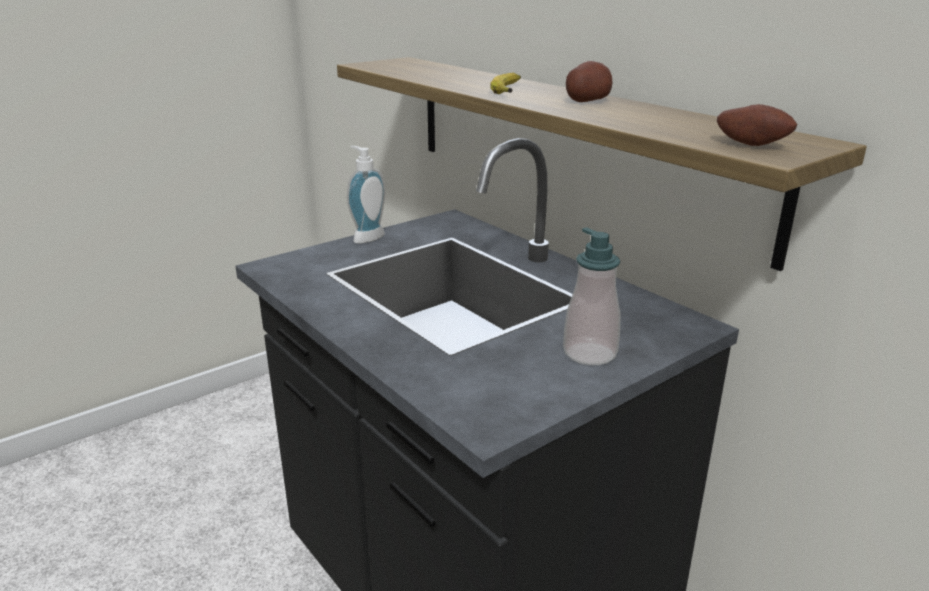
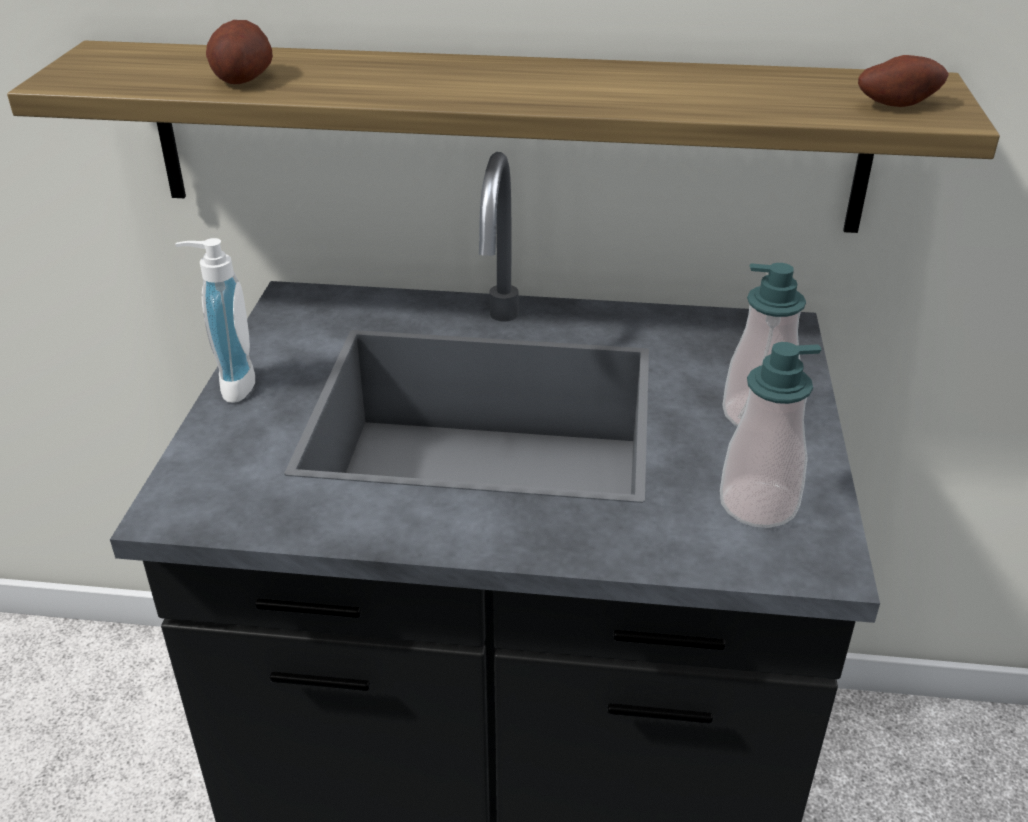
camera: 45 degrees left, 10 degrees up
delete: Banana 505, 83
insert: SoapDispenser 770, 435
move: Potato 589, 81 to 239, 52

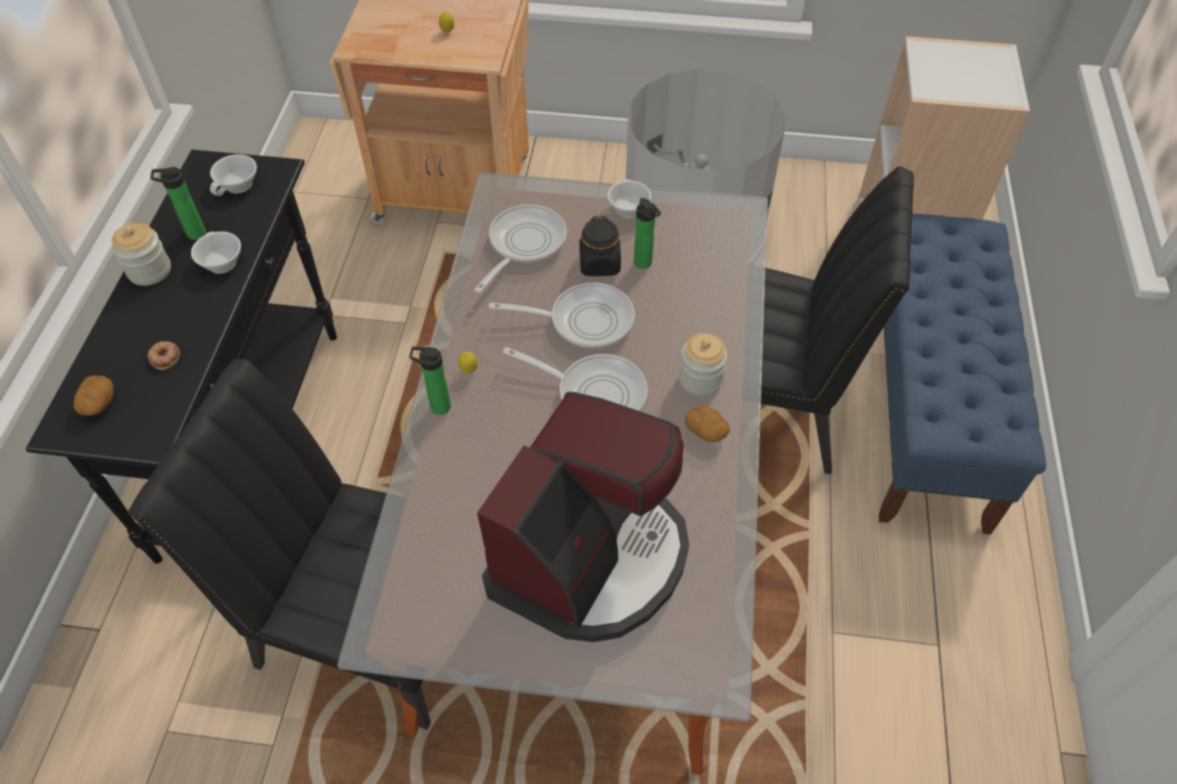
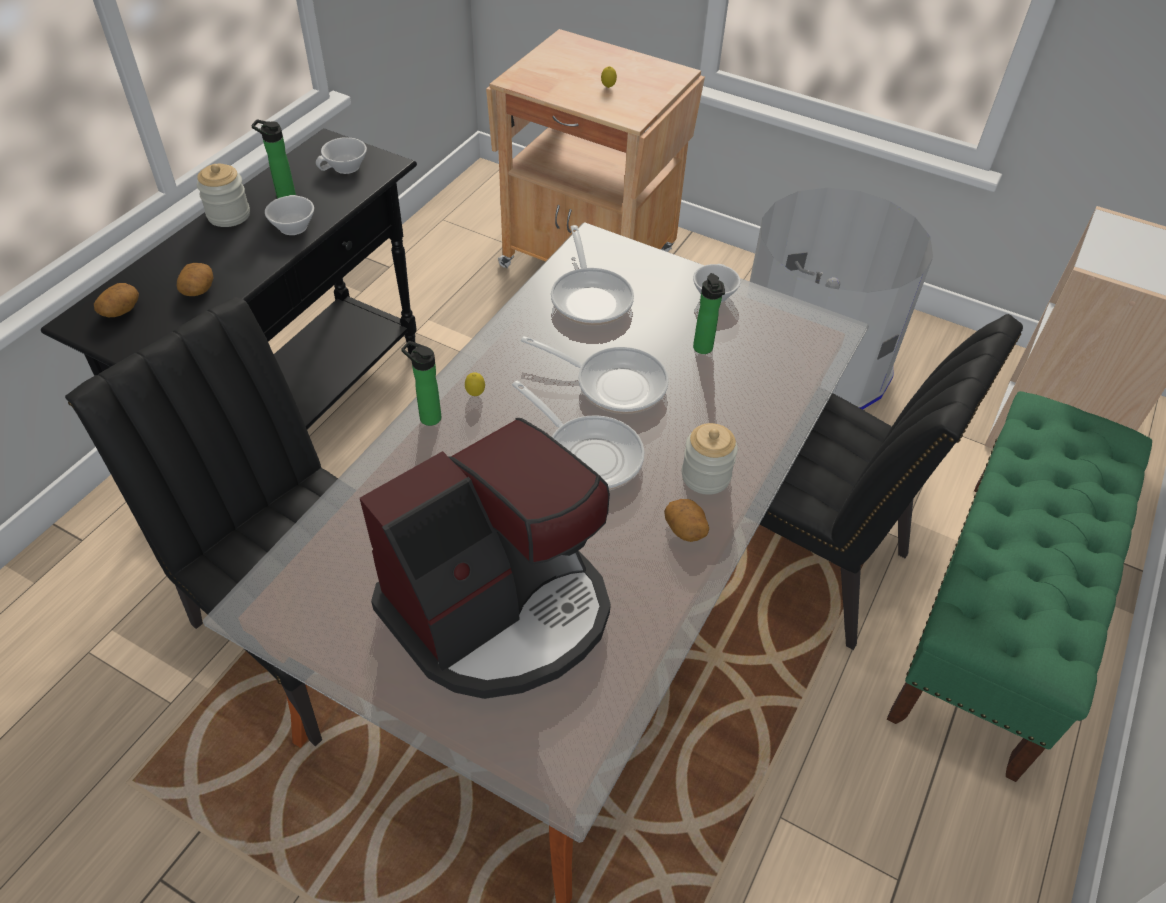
camera: 20 degrees right, 5 degrees down
delete: BlackJar 600, 246
replace: Donut 163, 355 to Potato 195, 279
recolor: BlueBench 962, 374 to GreenBench 1019, 586
rotate: FryingPan 520, 248 = 592, 275 120 degrees clockwise

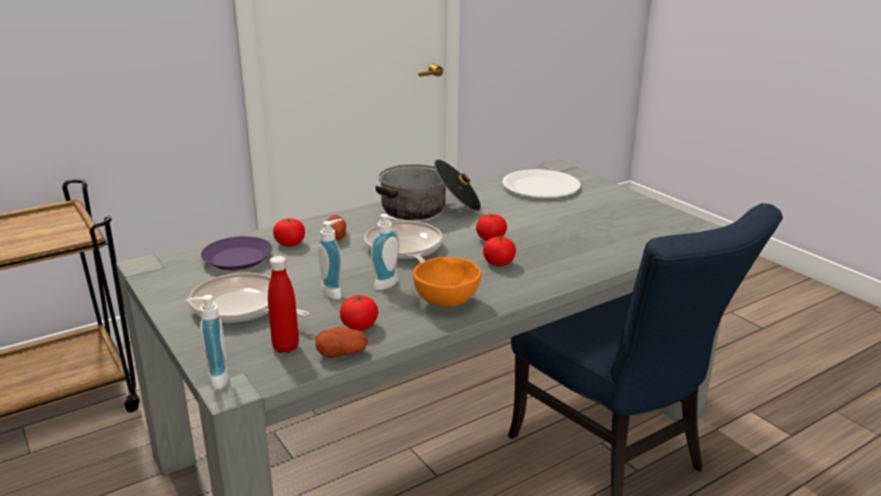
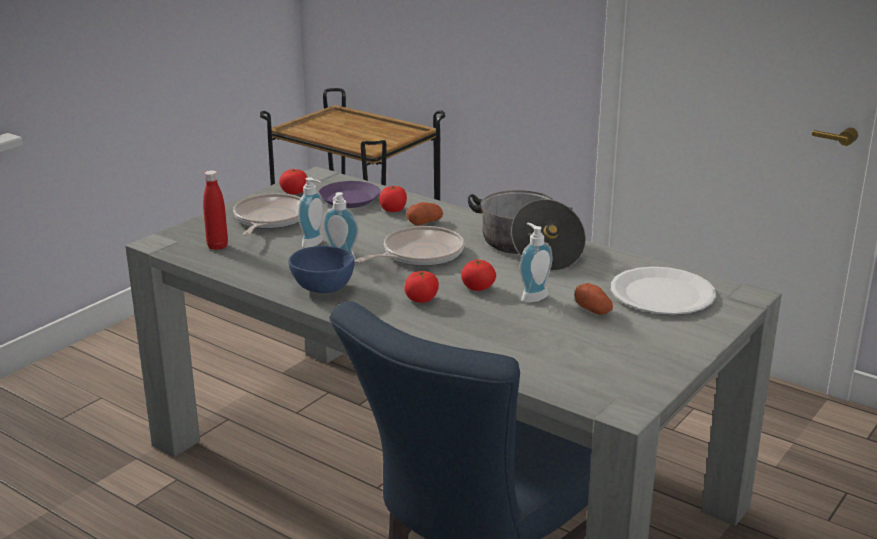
camera: 70 degrees right, 0 degrees up
move: Tomato 359, 312 to 293, 182; SoapDispenser 207, 342 to 536, 263; Potato 341, 342 to 594, 299
recolor: OrangeBowl 447, 282 to BlueBowl 322, 269

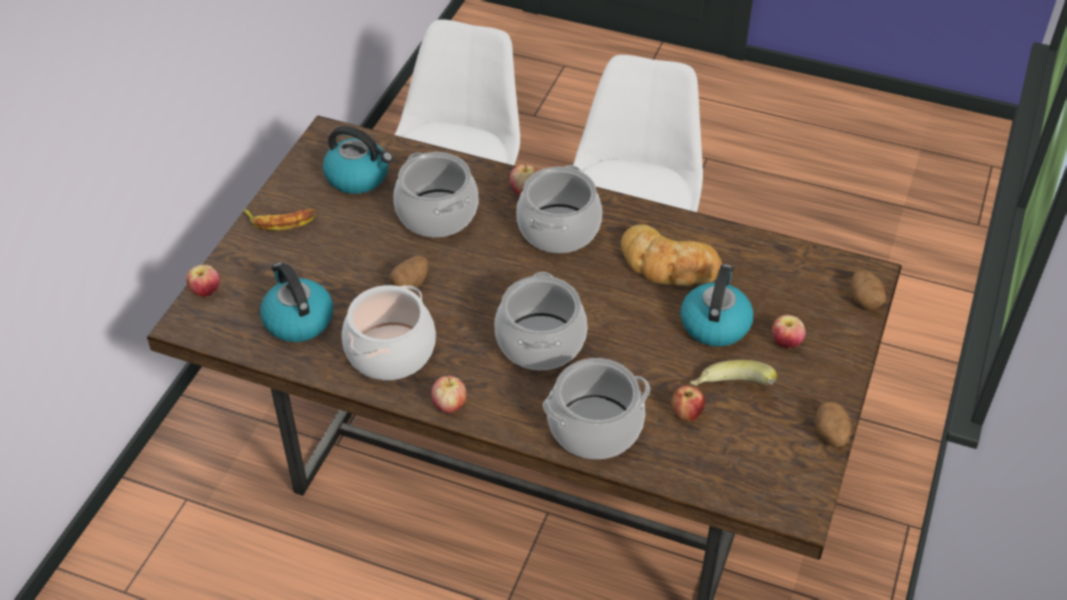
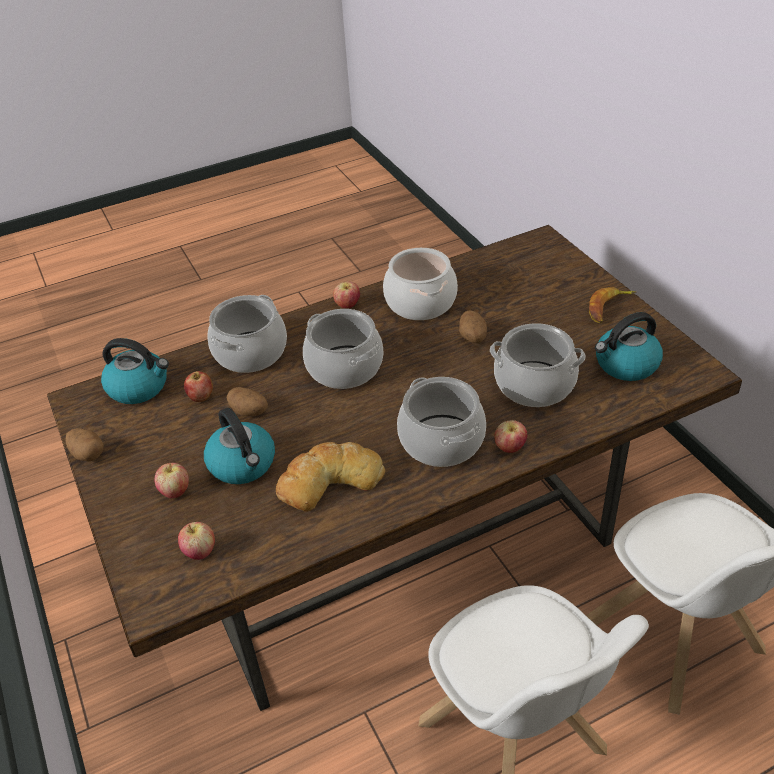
camera: 135 degrees right, 5 degrees down
delete: Banana 734, 373
move: Kettle 296, 302 to 135, 371; Apple 203, 281 to 196, 541; Potato 868, 289 to 247, 401

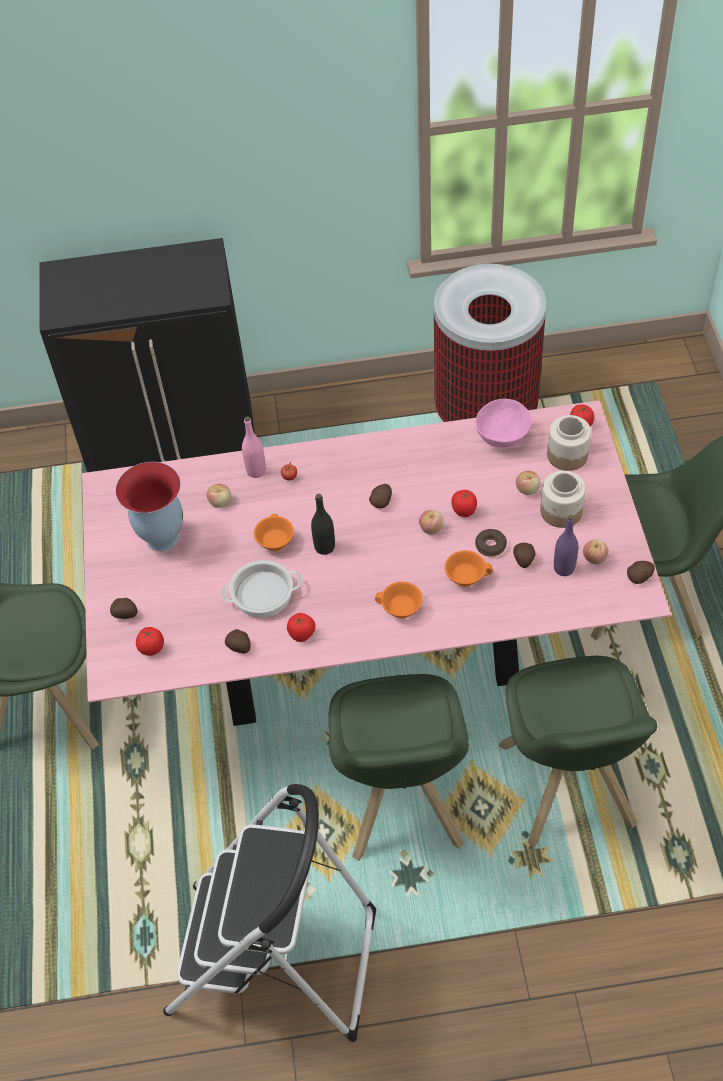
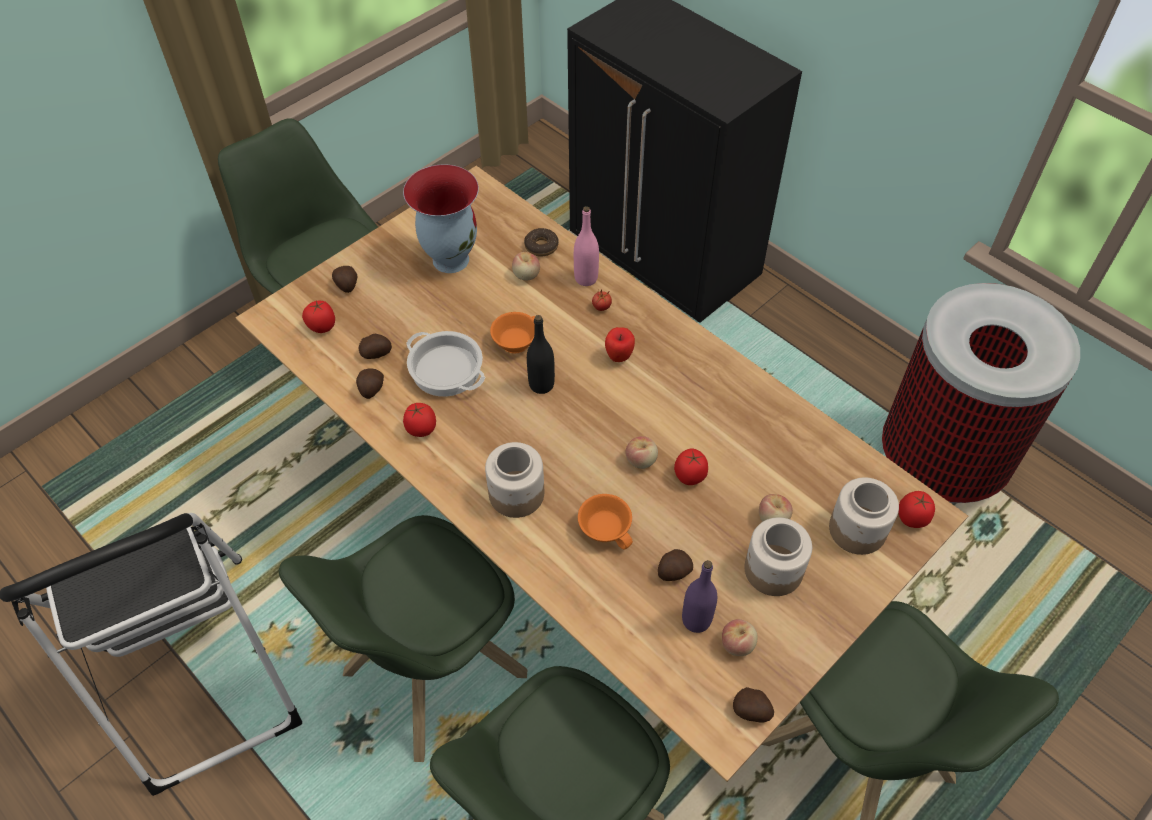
camera: 50 degrees right, 0 degrees up
delete: PinkBowl 504, 423
insert: Apple 620, 344
move: Potato 380, 496 to 375, 346; Donut 491, 543 to 541, 242
replace: OrangeCup 399, 600 to Jar 514, 480
recolor: PinkDiningTable 376, 563 to BrownDiningTable 602, 474

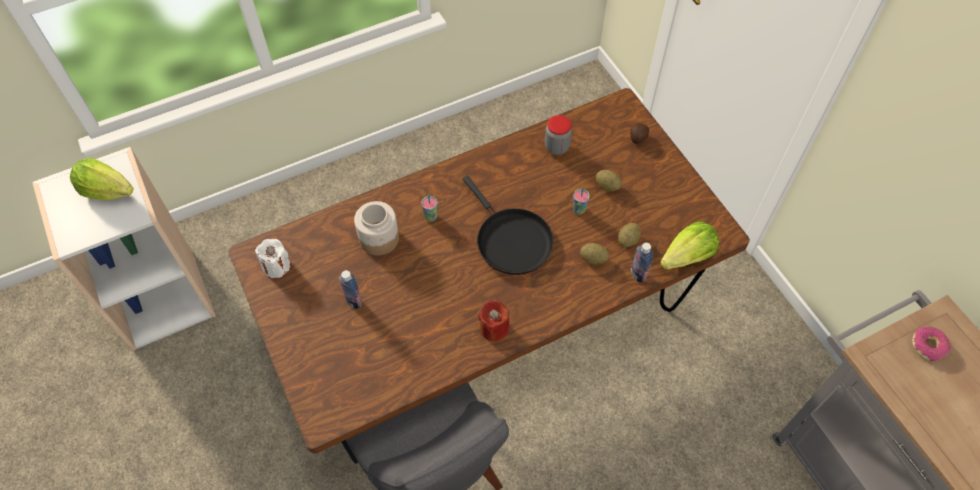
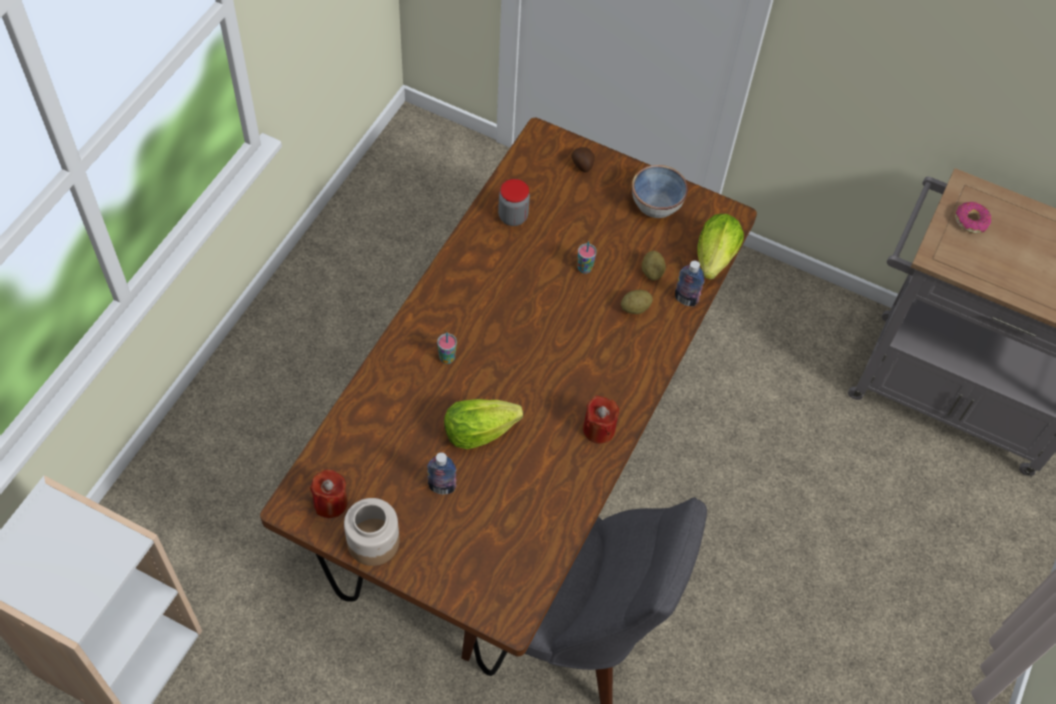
camera: 40 degrees left, 0 degrees up
delete: BlackFryingPan 508, 225; Potato 609, 180
insert: Bowl 660, 191
move: Jar 376, 228 to 372, 532; Lettuce 101, 179 to 483, 424
recolor: WhiteCandle 272, 258 to RedCandle 329, 493

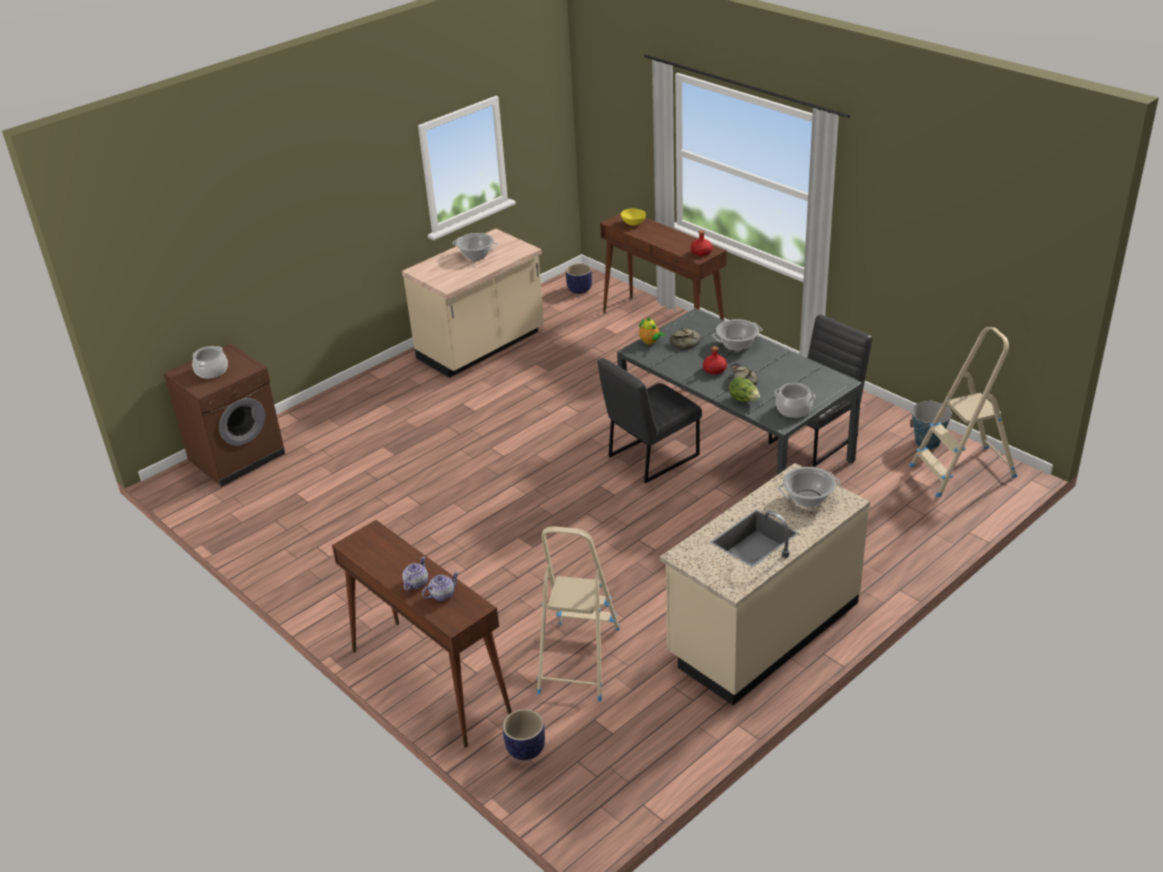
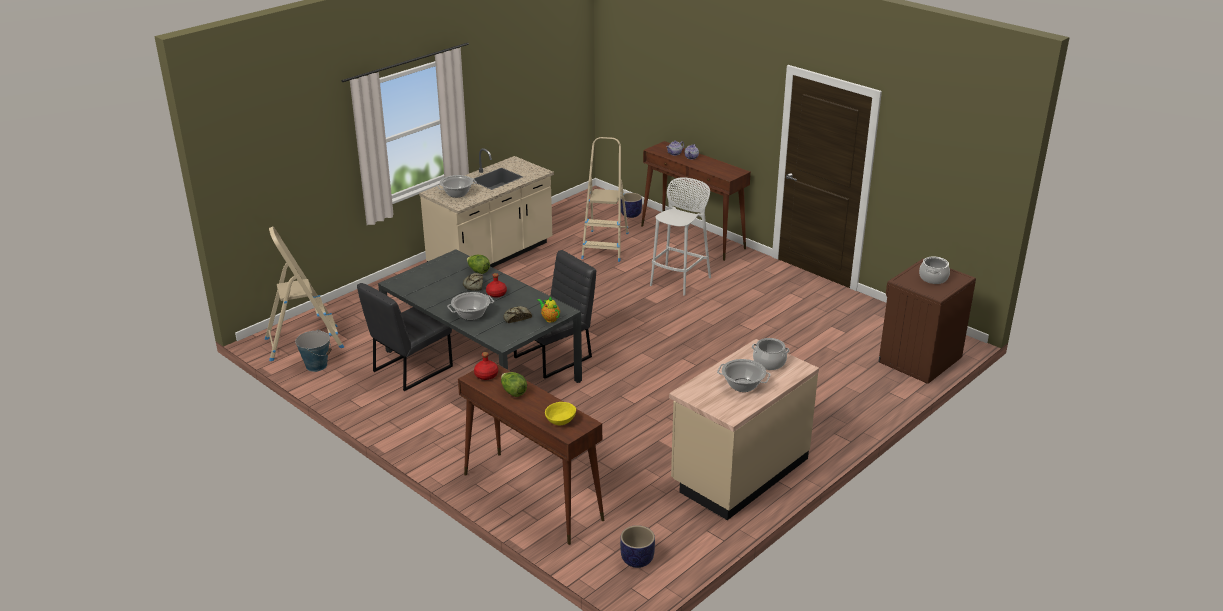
camera: 175 degrees right, 5 degrees down
insert: Lettuce 514, 384; WhiteStool 680, 236
move: CookingPot 794, 400 to 771, 354

